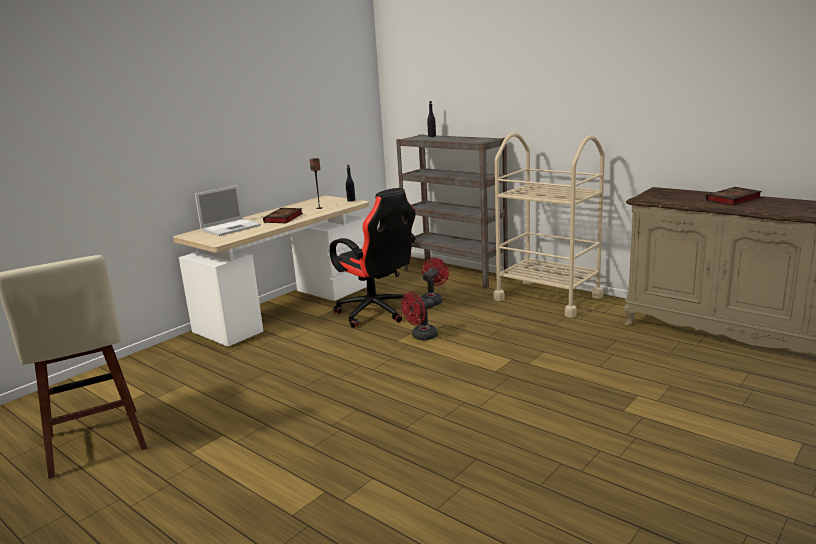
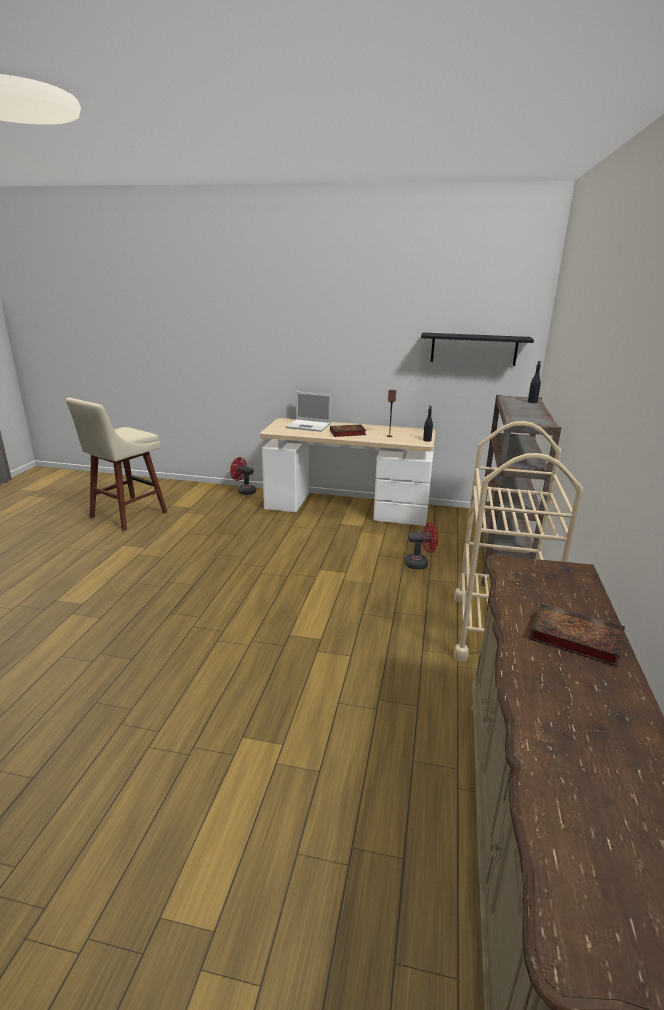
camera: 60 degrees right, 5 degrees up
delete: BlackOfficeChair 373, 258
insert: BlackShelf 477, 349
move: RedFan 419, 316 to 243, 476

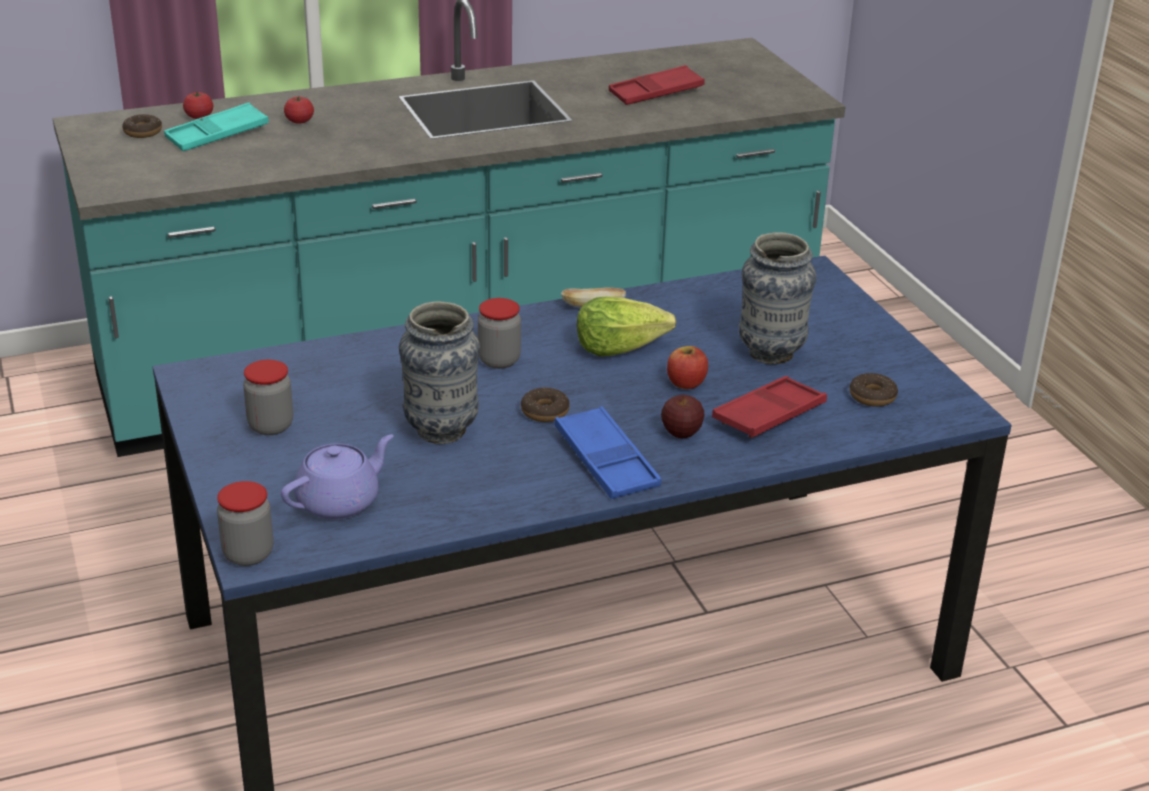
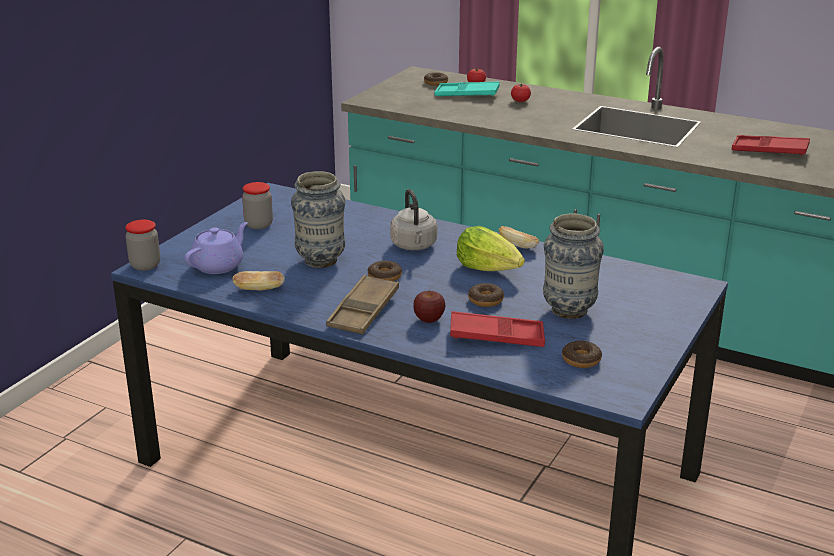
camera: 50 degrees right, 5 degrees down
insert: Bread 259, 281
replace: Jar 499, 333 to GreyKettle 413, 219; Apple 687, 367 to Donut 486, 295
recolor: BlueTray 607, 452 to BrownTray 362, 304
rotate: PurpleTeapot 337, 477 = 216, 248 60 degrees counterclockwise

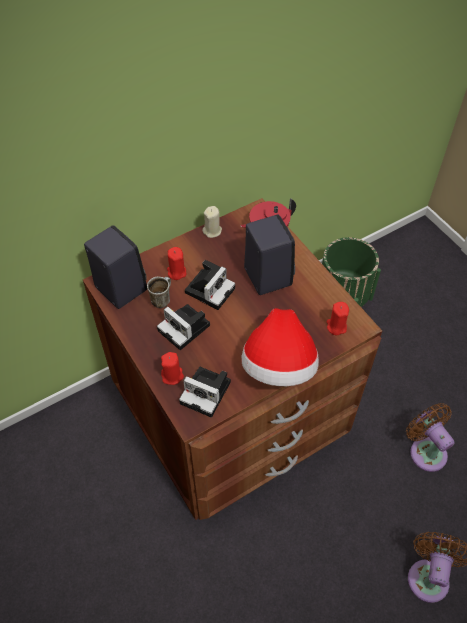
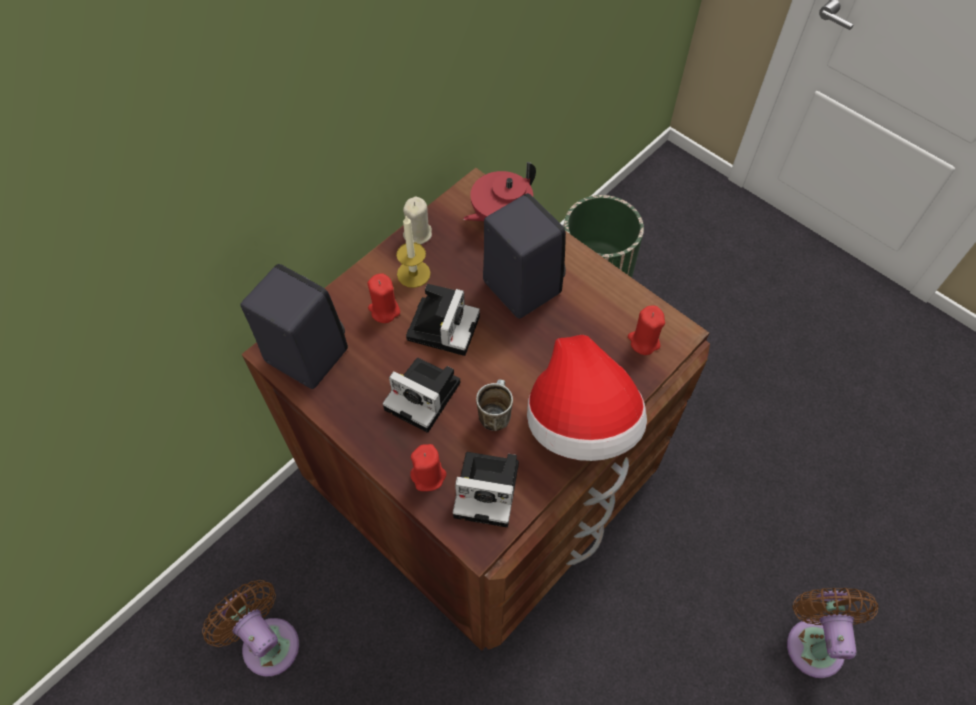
camera: 15 degrees left, 5 degrees up
insert: Candle 413, 252
move: BrownFan 430, 437 to 250, 628; Mug 159, 292 to 494, 405

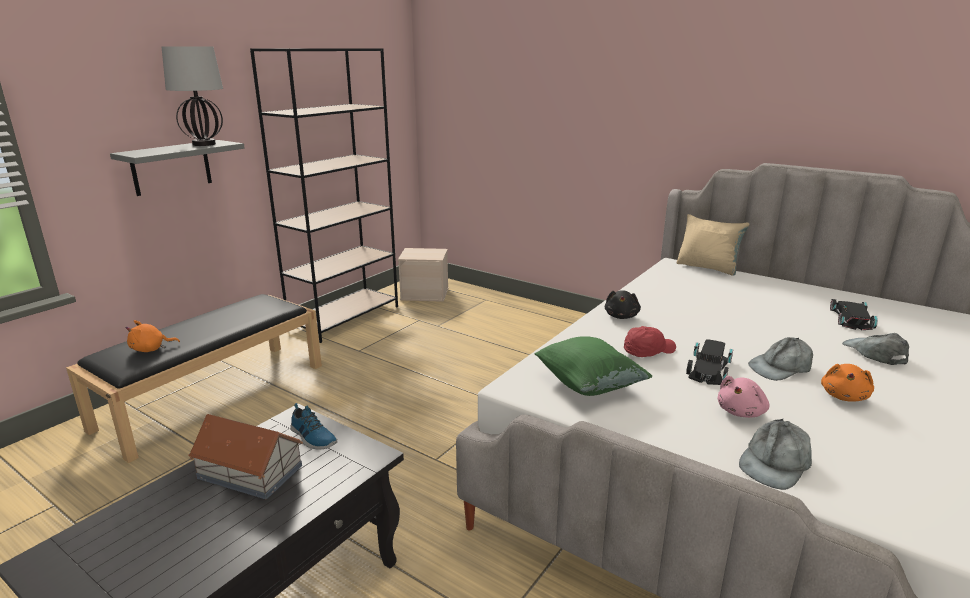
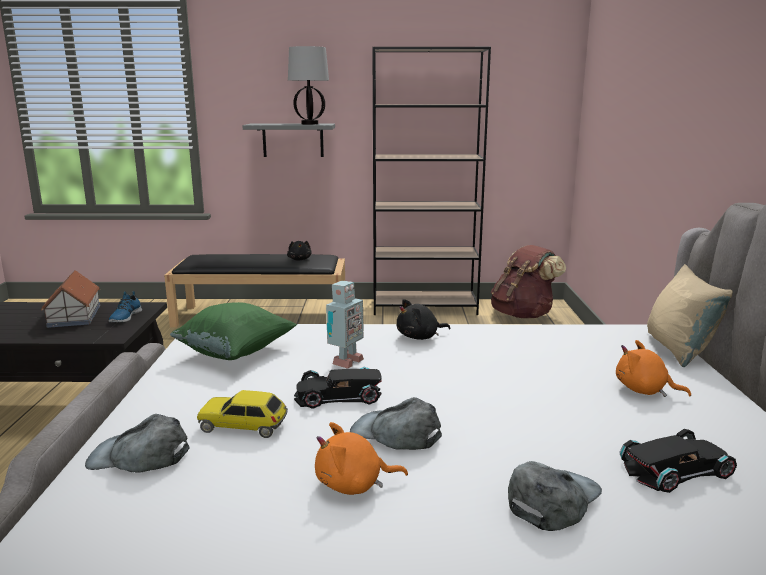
camera: 55 degrees right, 5 degrees down
insert: BlackPlushToy 299, 251
move: OrangePlushToy 152, 336 to 653, 368
replace: PinkPlushToy 743, 397 to ToyCar 242, 414; RedCap 650, 341 to ToyRobot 345, 325; BeigeStorageBox 423, 275 to BrownBackpack 528, 281

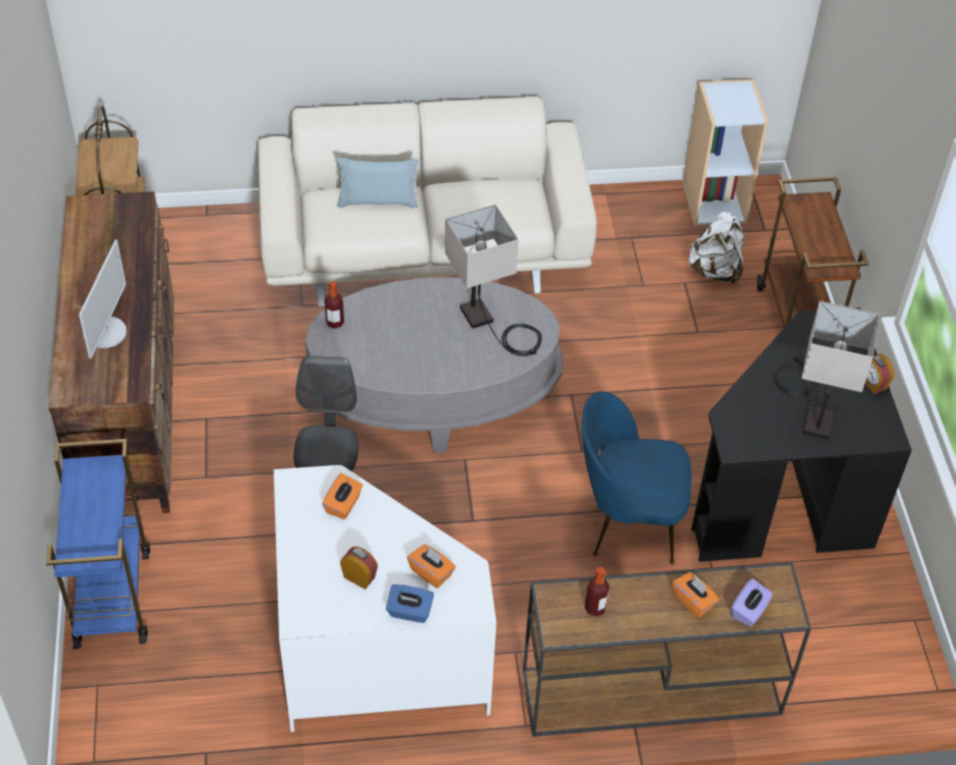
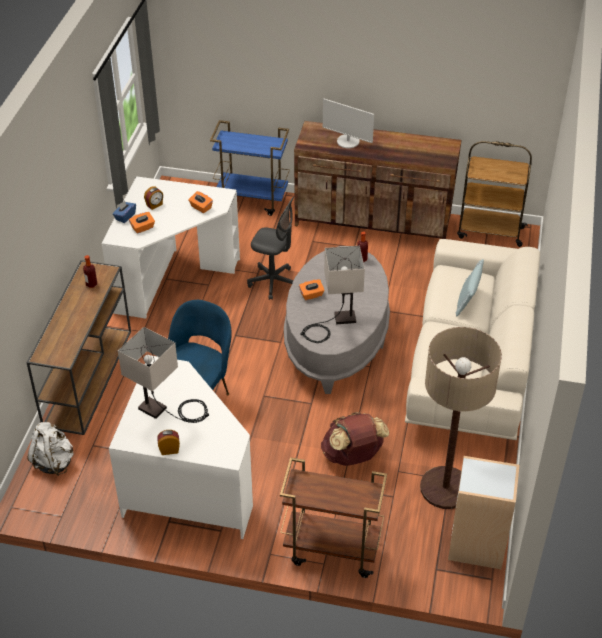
camera: 110 degrees right, 5 degrees down
delete: PurpleTissueBox 752, 602
insert: BrownBackpack 355, 439; FloorLamp 461, 418
move: WhiteBackpack 716, 248 to 50, 449; OrangeTissueBox 695, 595 to 312, 289
recolor: BlackDesk 801, 434 to WhiteDesk 181, 447

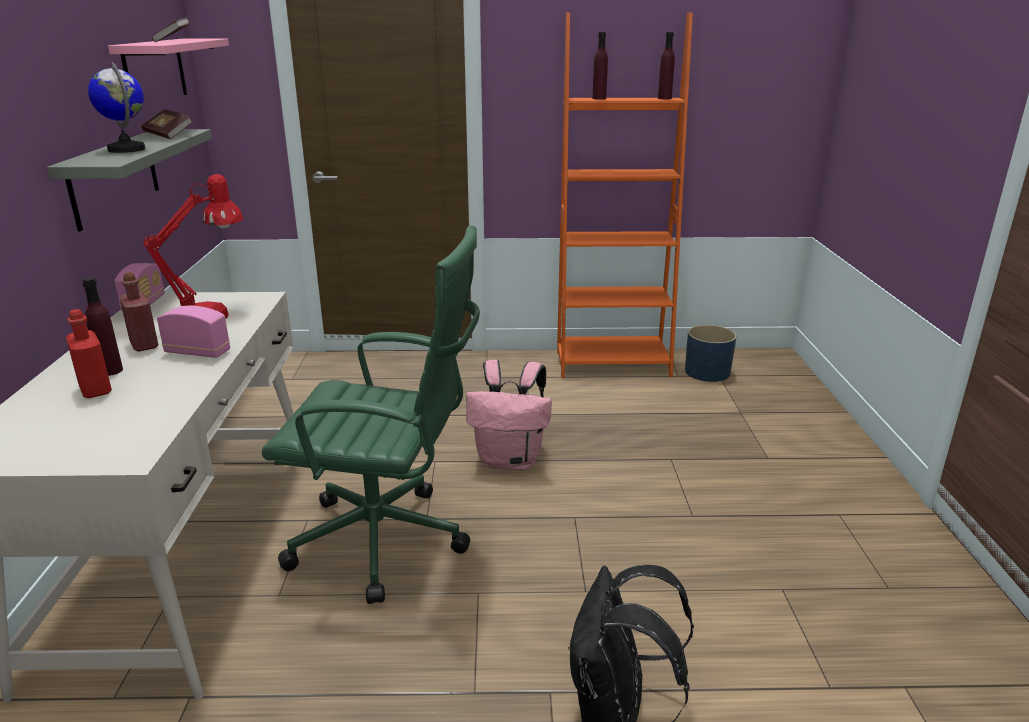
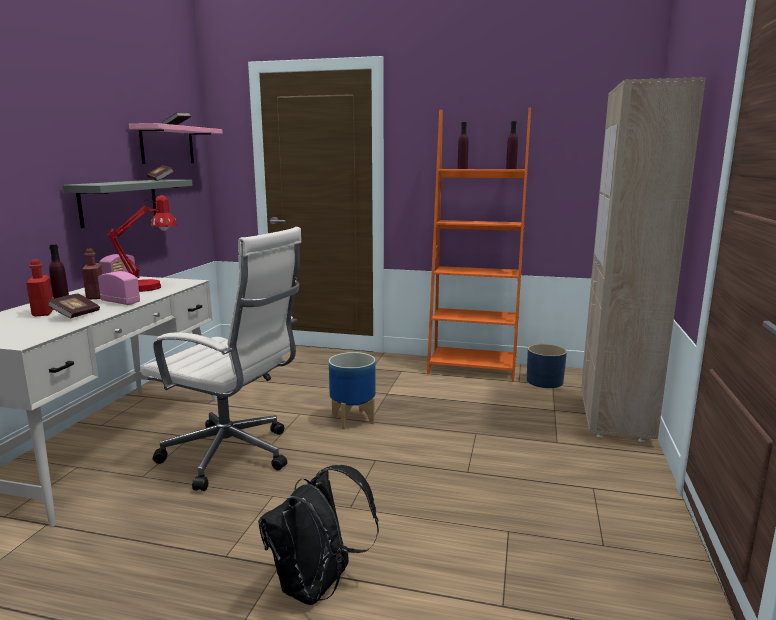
camera: 15 degrees right, 10 degrees down
delete: Globe 116, 107
insert: Book 73, 306; BeigeCabinet 643, 260
replace: PinkBackpack 509, 415 to Planter 352, 391
recolor: GreenOfficeChair 371, 414 to WhiteOfficeChair 221, 359

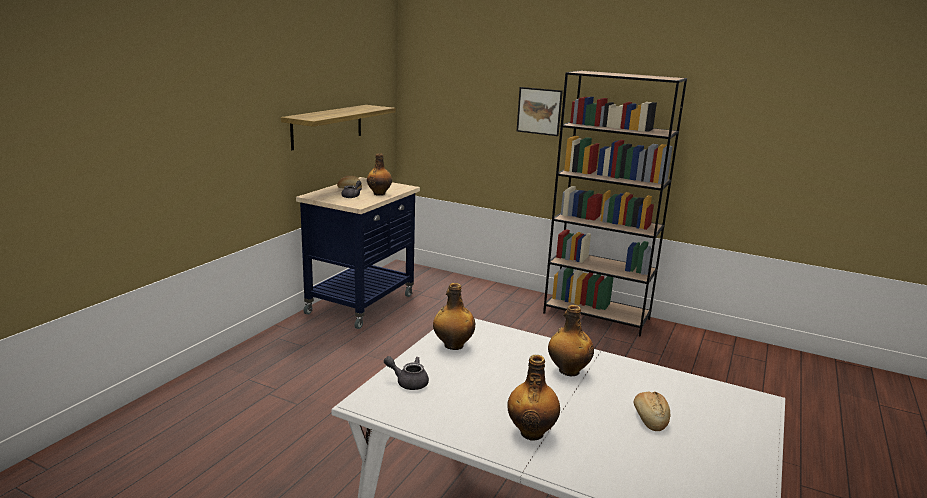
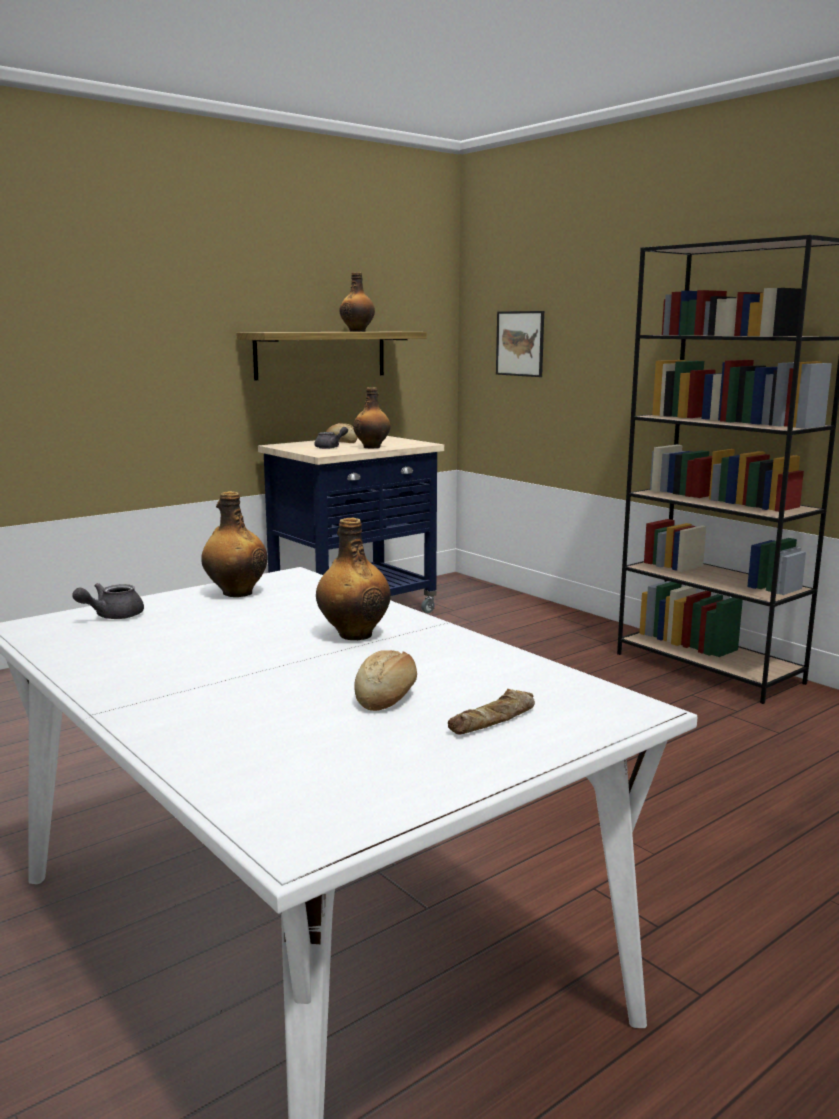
camera: 25 degrees right, 5 degrees down
insert: Bread 491, 712
move: Bottle 533, 398 to 357, 302; Picture 540, 111 to 520, 344
rotate: GreyTeapot 406, 373 = 108, 601 90 degrees counterclockwise

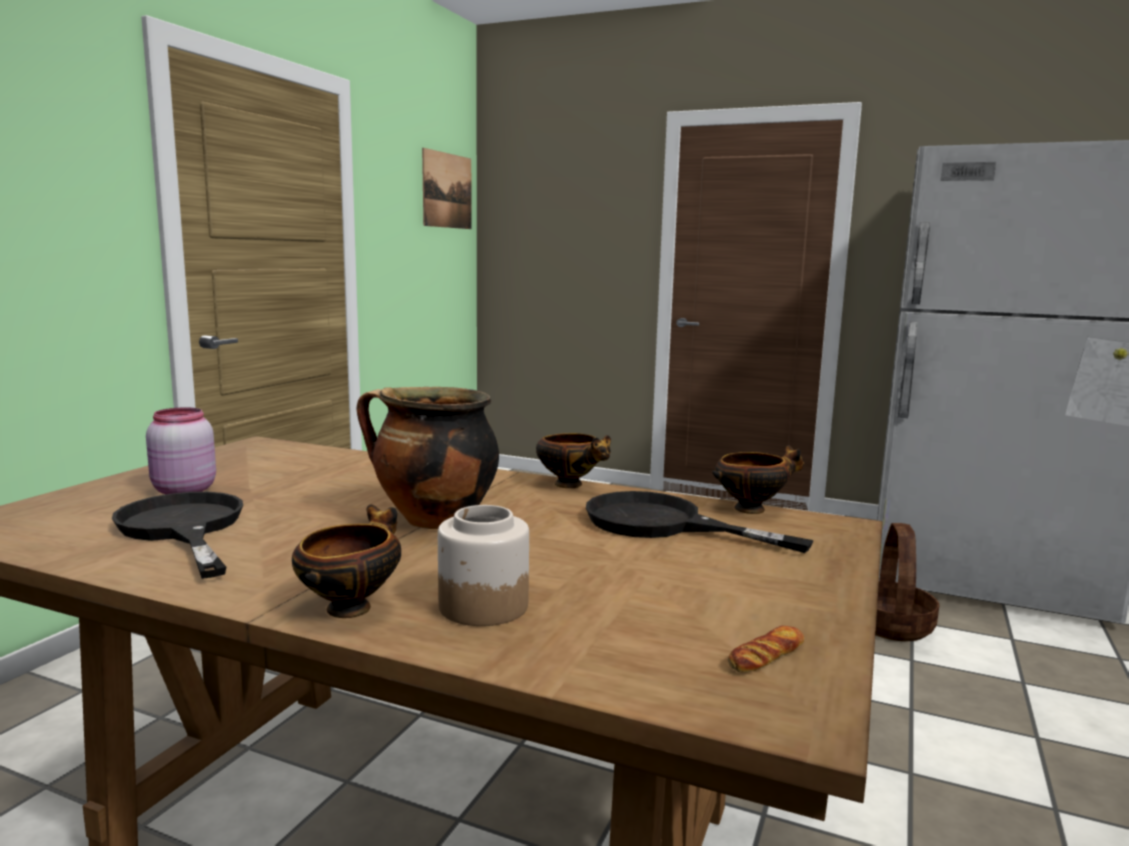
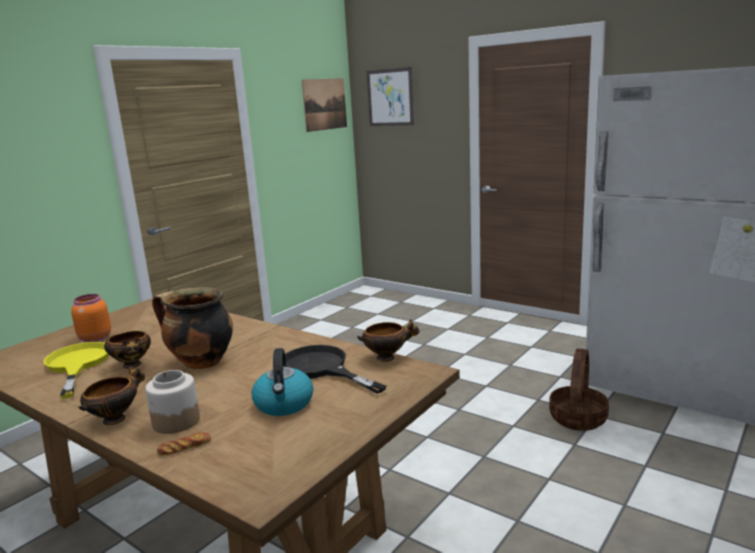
camera: 15 degrees right, 5 degrees up
insert: Kettle 282, 382; Picture 390, 96
move: Bowl 573, 460 to 127, 350; Bread 766, 649 to 184, 444
recolor: BlackFryingPan 177, 535 to YellowFryingPan 76, 370; PinkJar 181, 450 to OrangeJar 91, 318

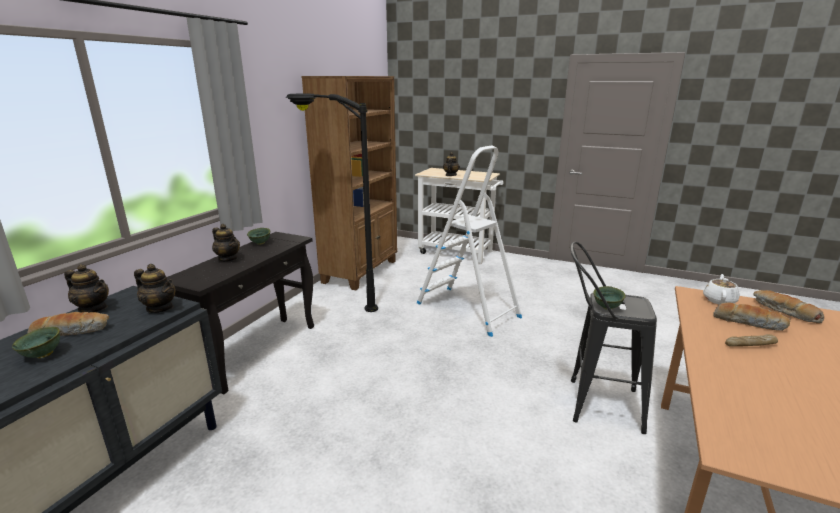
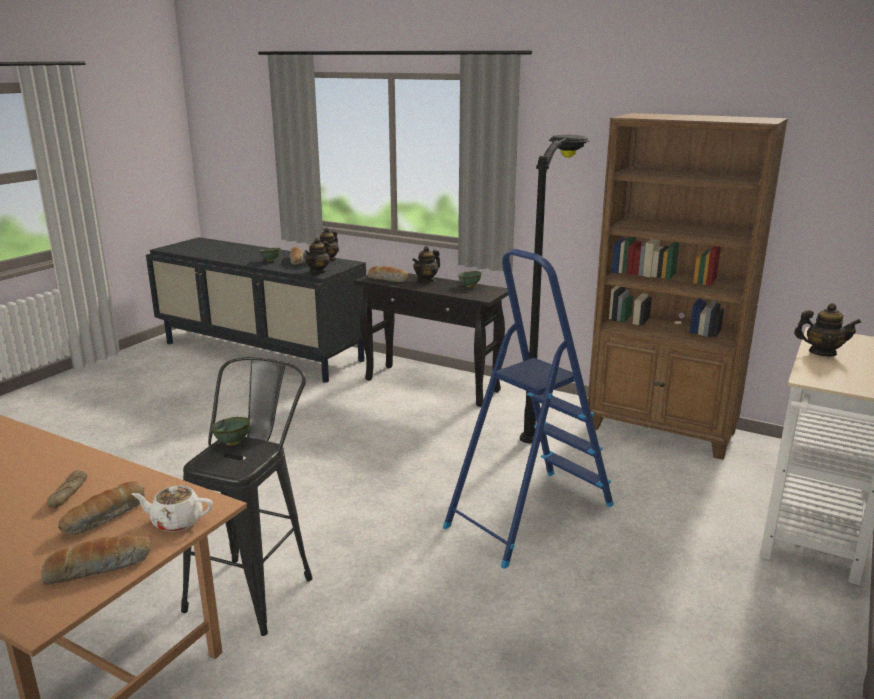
camera: 95 degrees right, 0 degrees up
insert: Bread 388, 274
recolor: WhiteStepLadder 469, 241 to BlueStepLadder 528, 409
rotate: WhiteTeapot 721, 289 = 172, 508 150 degrees clockwise

